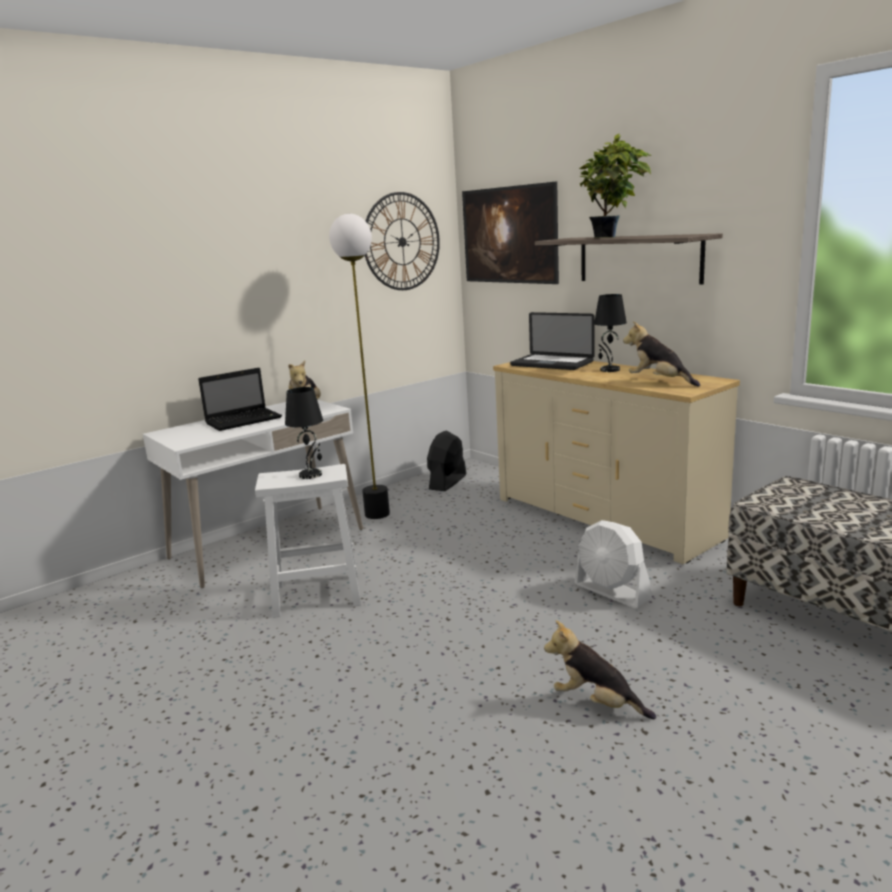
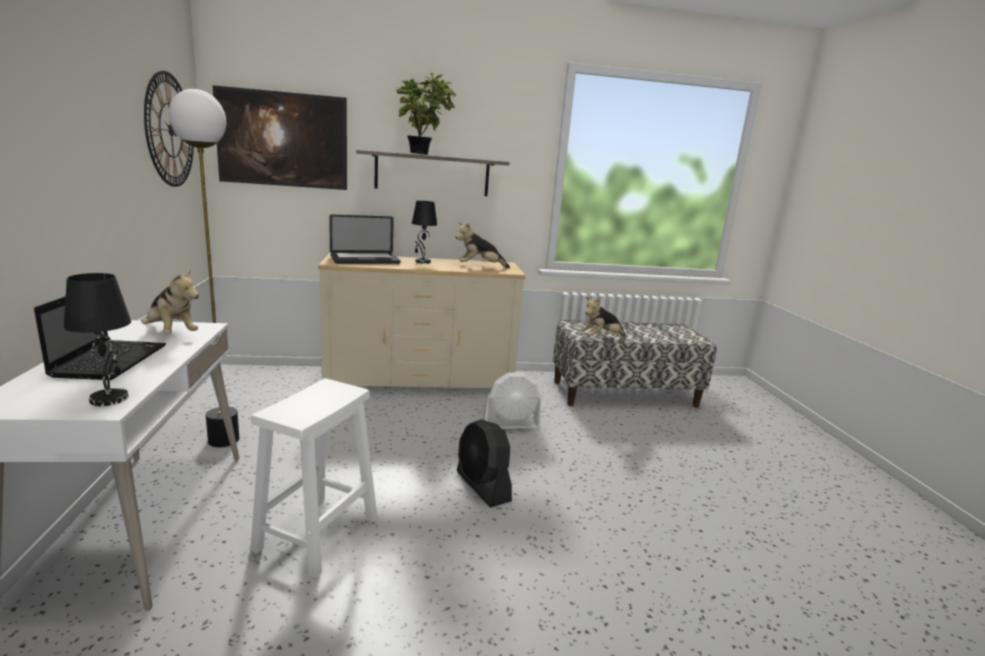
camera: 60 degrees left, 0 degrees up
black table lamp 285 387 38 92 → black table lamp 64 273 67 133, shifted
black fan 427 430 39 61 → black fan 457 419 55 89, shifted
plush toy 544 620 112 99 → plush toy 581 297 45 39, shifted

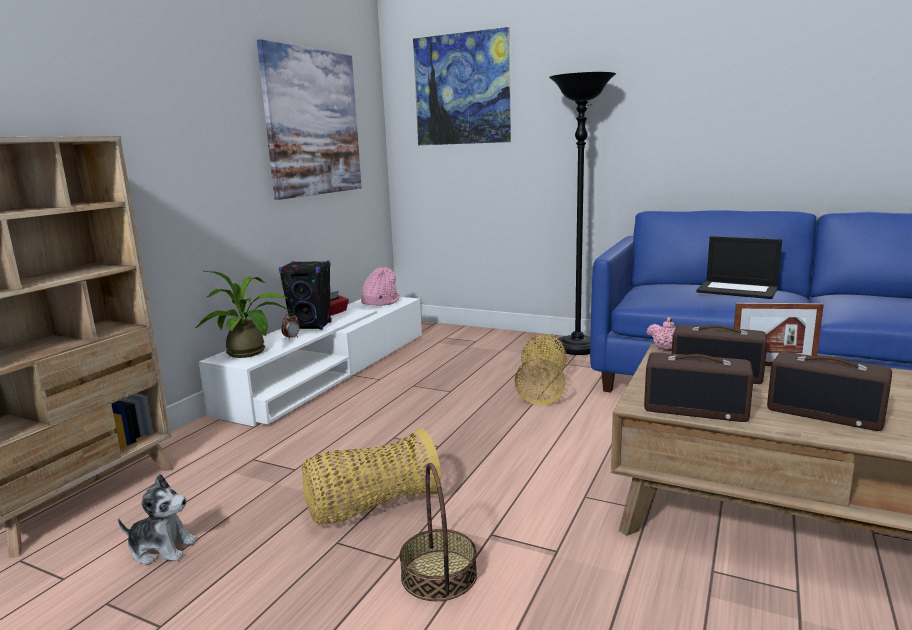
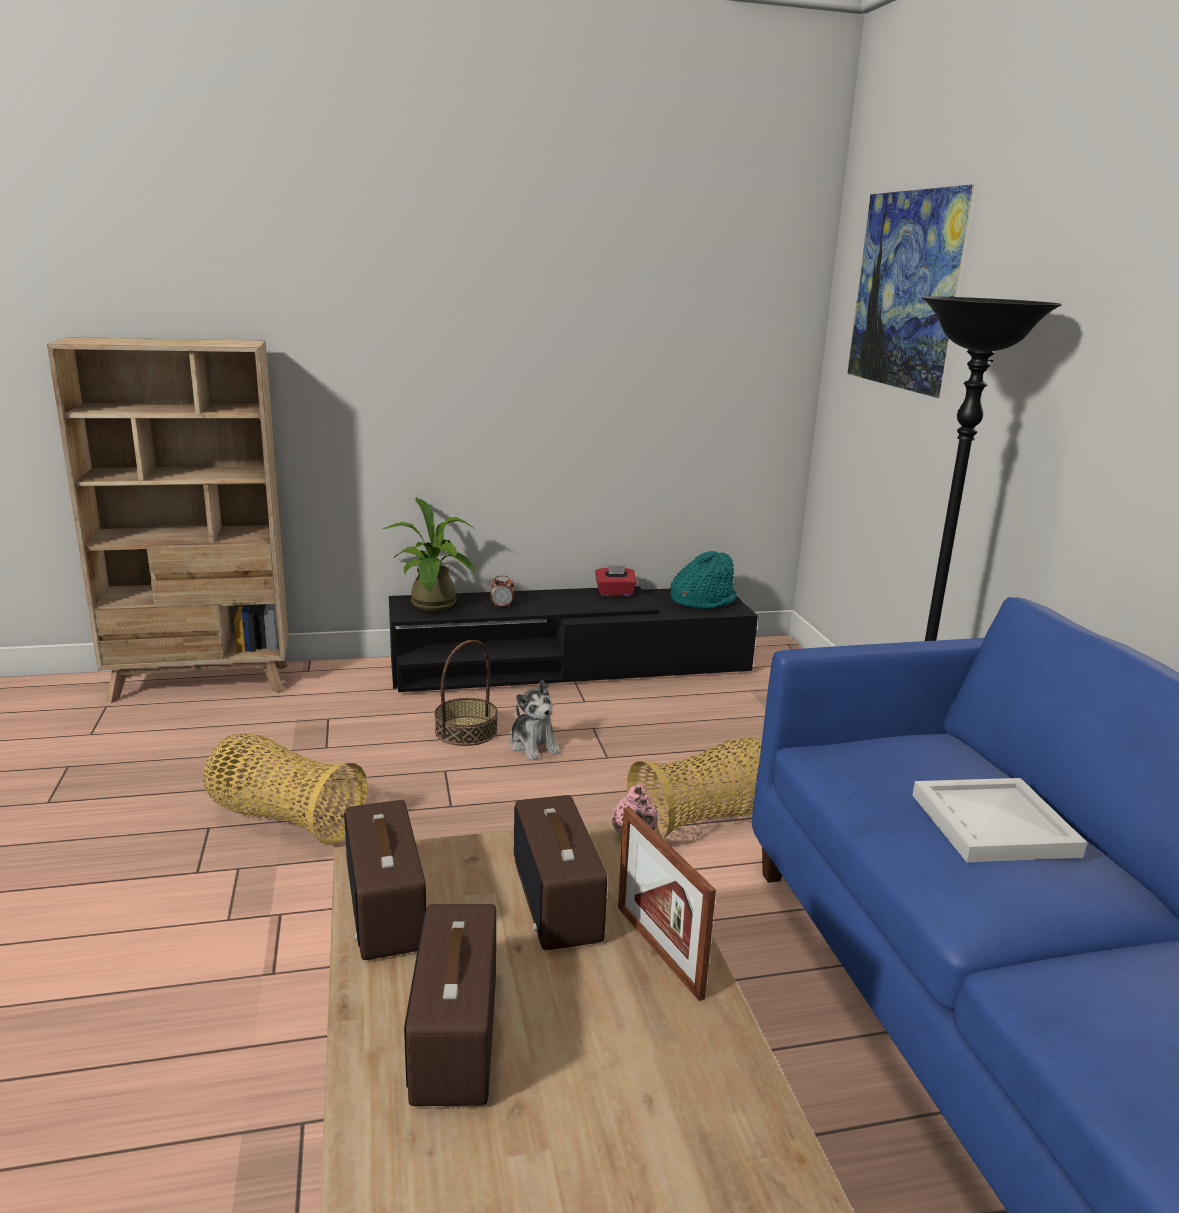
camera: 50 degrees right, 5 degrees up
white tv stand 199 297 223 130 → black tv stand 389 586 369 106
basket 399 463 78 138 → basket 434 640 64 106, shifted
plush toy 118 474 80 91 → plush toy 510 680 51 80, shifted
pink hat 361 267 38 39 → turquoise hat 671 551 66 58
laptop 696 236 86 63 → white tray 912 778 175 84
picture 257 39 105 161 → -
black speaker 279 261 52 69 → -

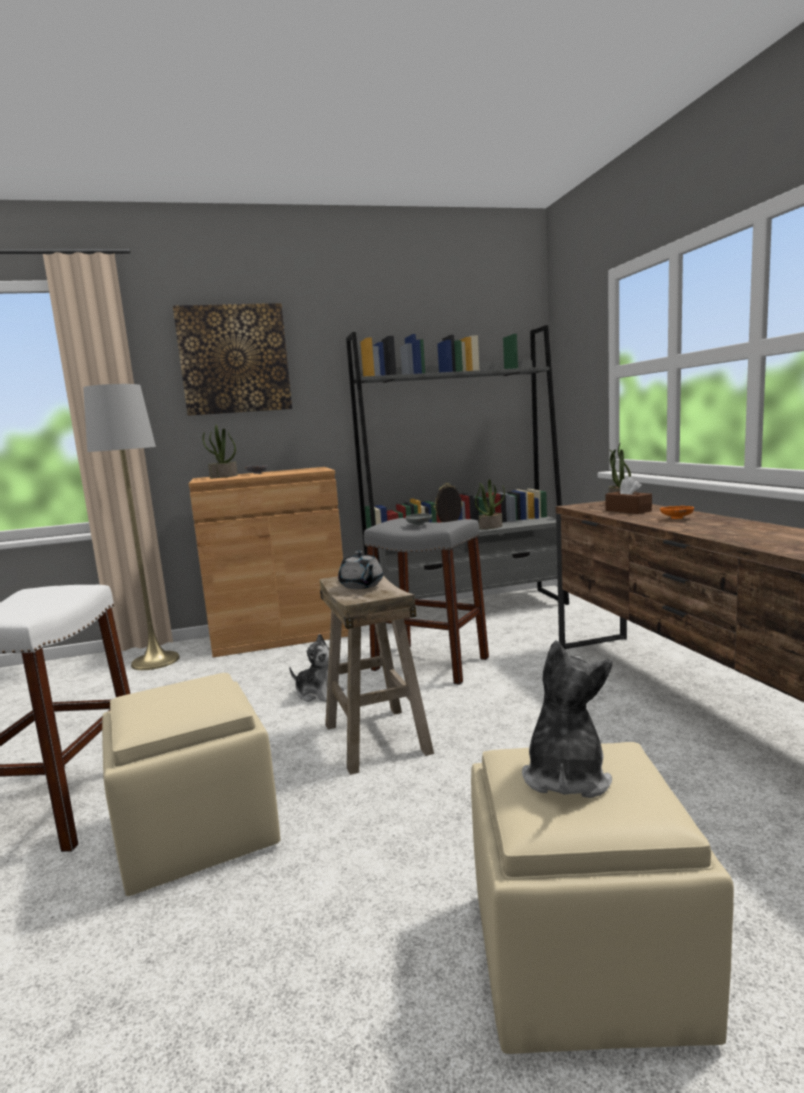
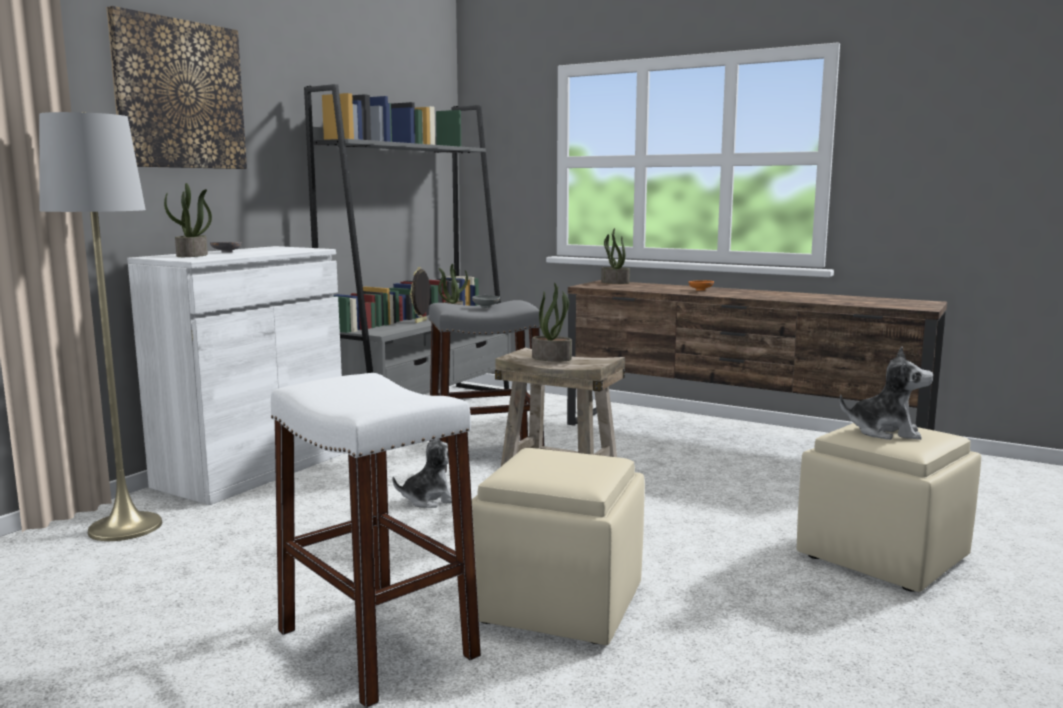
camera: 45 degrees left, 0 degrees up
brown cabinet 189 467 159 191 → white cabinet 127 246 218 259
grey teapot 338 551 45 38 → potted plant 532 282 40 80
plush toy 522 640 90 158 → plush toy 839 346 95 94, 135 degrees clockwise
brown tissue box 605 477 47 37 → -

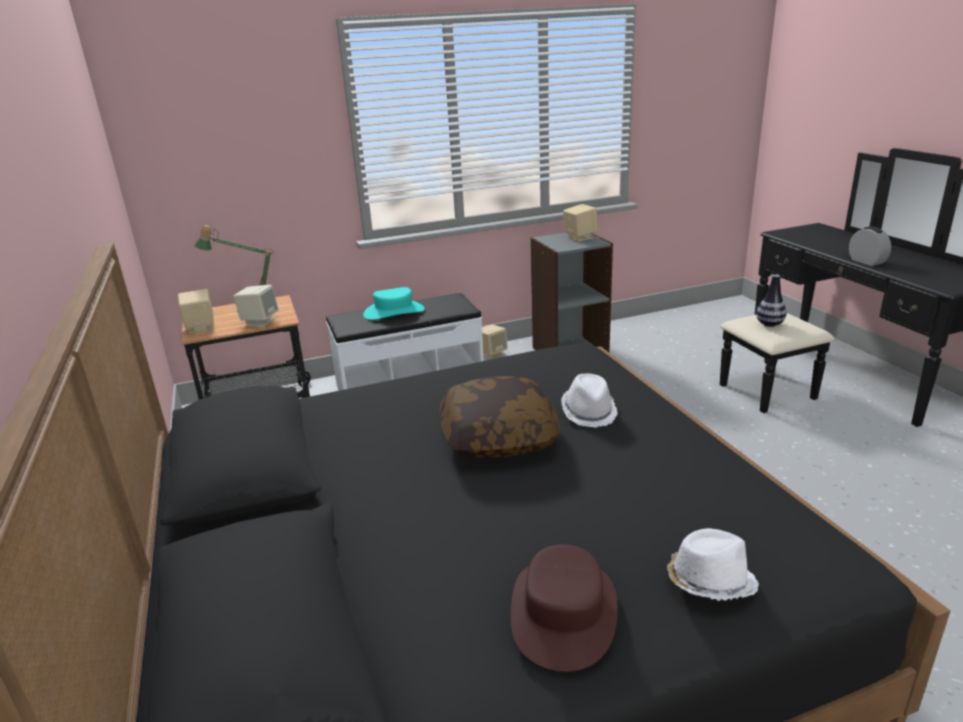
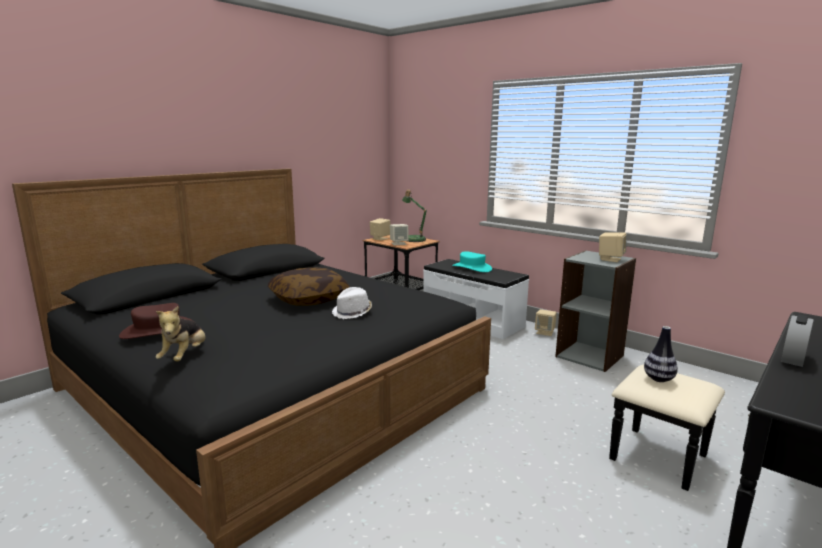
camera: 60 degrees right, 10 degrees down
white hat 667 528 92 73 → plush toy 155 306 51 56

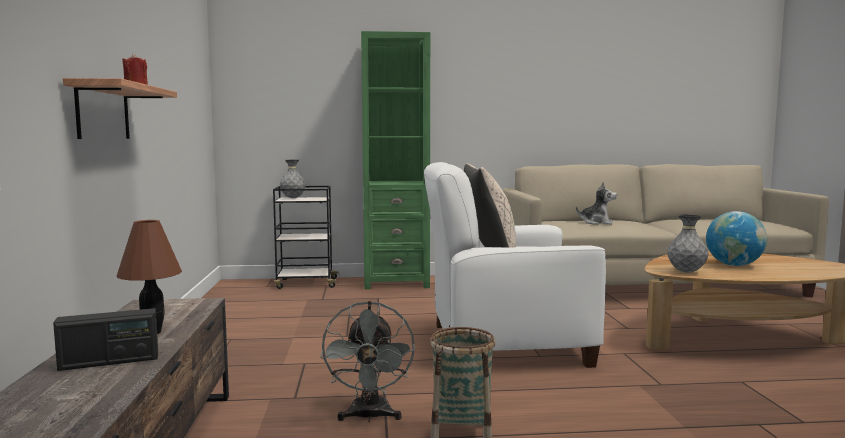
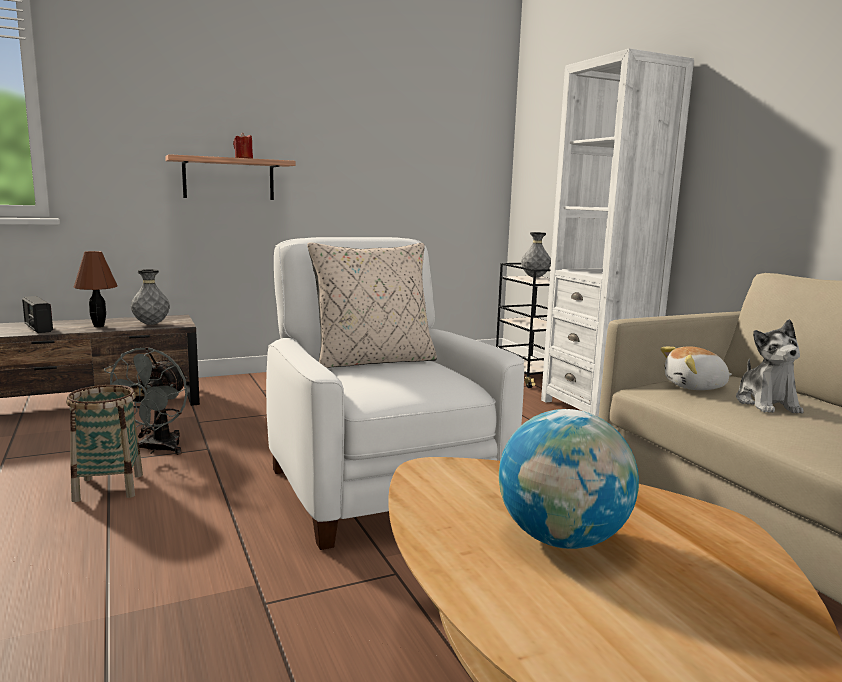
camera: 70 degrees right, 5 degrees up
grey fan 320 301 95 121 → grey fan 104 347 84 108, 60 degrees counterclockwise
grey vase 667 214 42 59 → grey vase 131 269 39 56, shifted
green bookcase 361 31 69 258 → white bookcase 541 49 153 368
- → plush toy 660 346 72 44

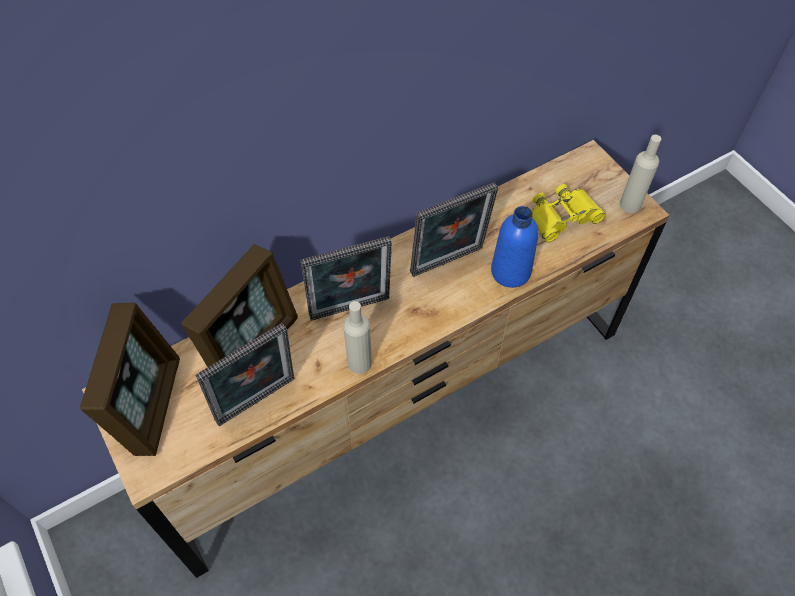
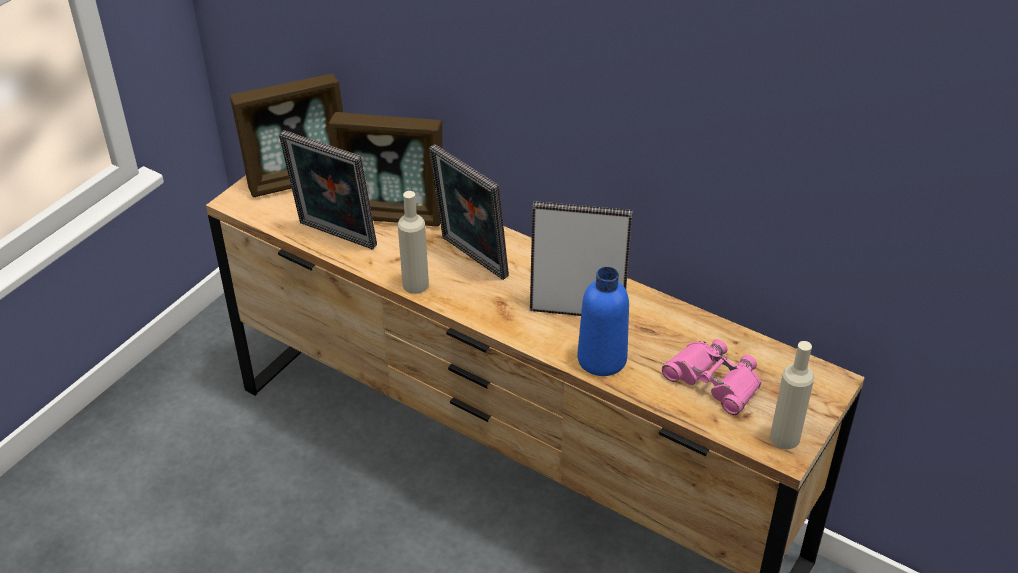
camera: 65 degrees right, 15 degrees down
picture frame 410 182 88 95 → picture frame 530 201 103 115, 150 degrees clockwise
yellow binoculars 532 184 74 59 → pink binoculars 662 339 99 76

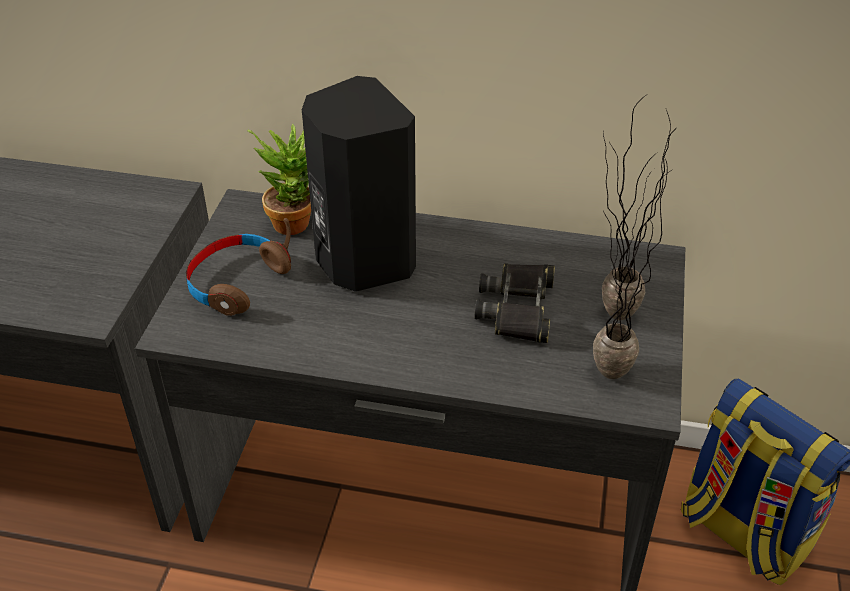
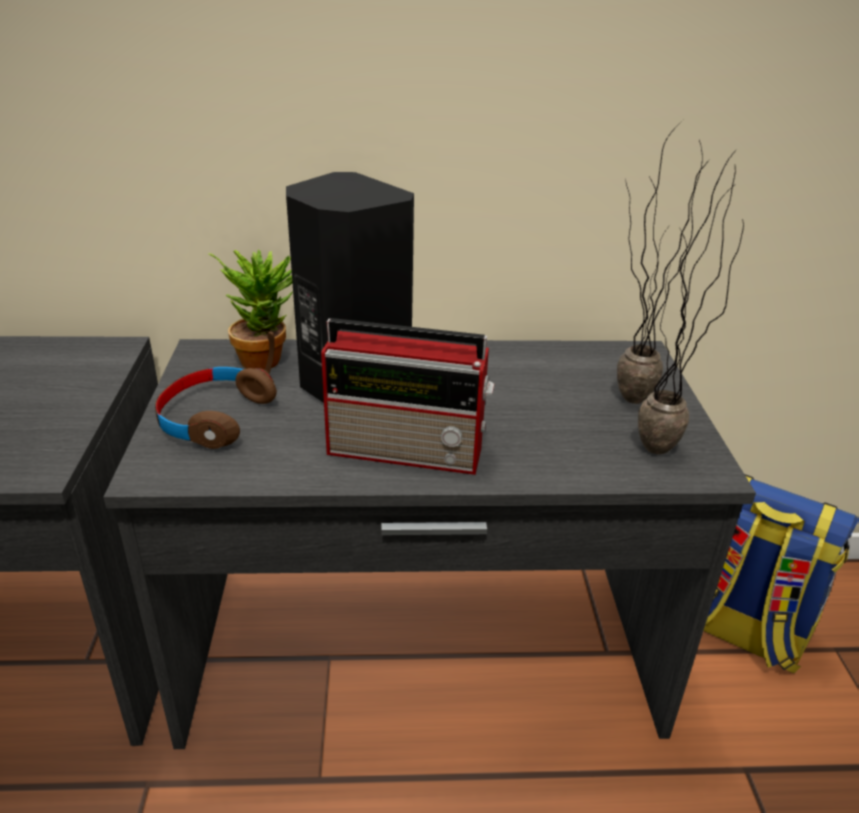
camera: 15 degrees left, 10 degrees down
- → radio 321 318 173 157
black binoculars 474 263 81 80 → -

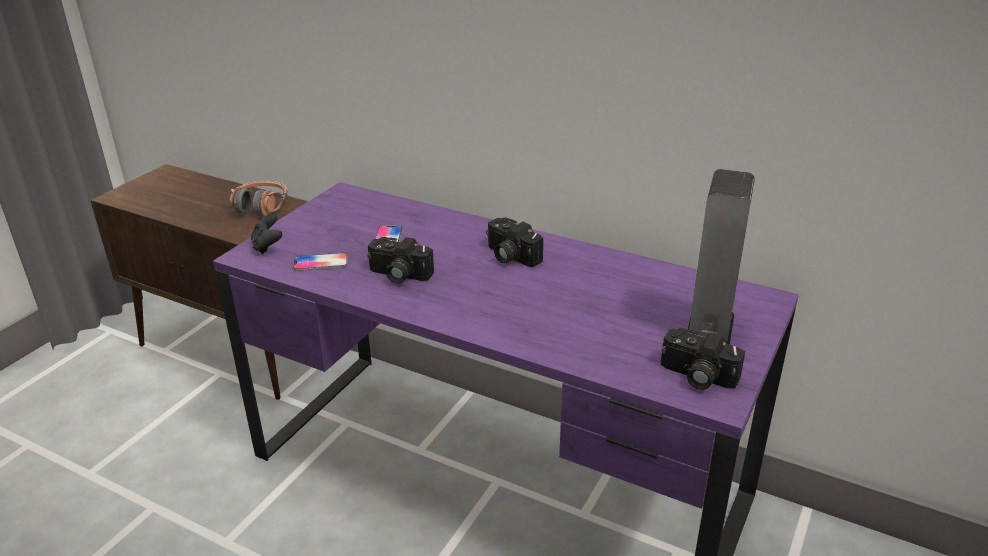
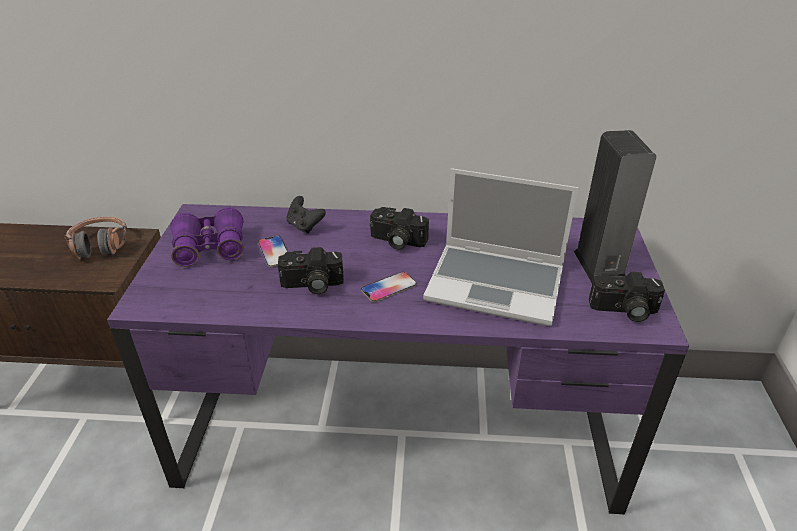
camera: 25 degrees left, 5 degrees up
- → purple binoculars 171 207 73 60
black game controller 251 213 31 41 → black game controller 286 196 40 38, shifted
phone 293 253 55 17 → phone 361 272 55 30, shifted
- → laptop 423 168 155 158

